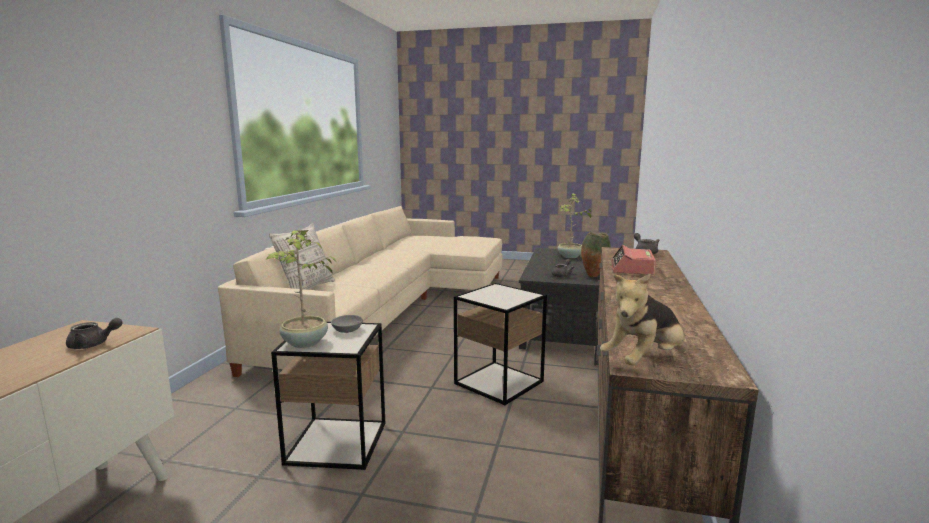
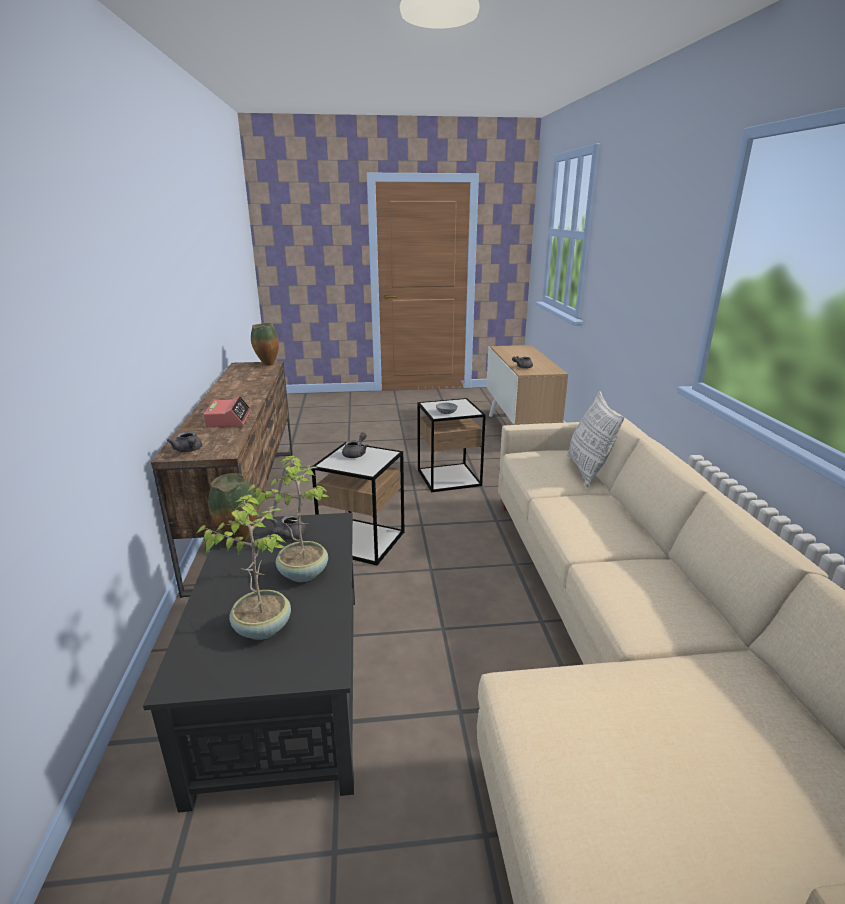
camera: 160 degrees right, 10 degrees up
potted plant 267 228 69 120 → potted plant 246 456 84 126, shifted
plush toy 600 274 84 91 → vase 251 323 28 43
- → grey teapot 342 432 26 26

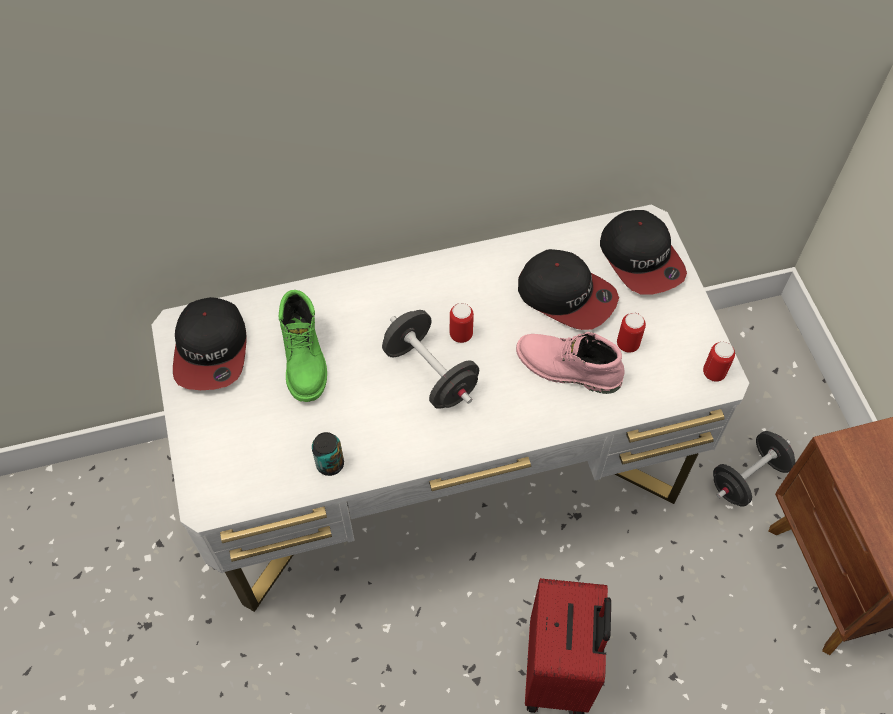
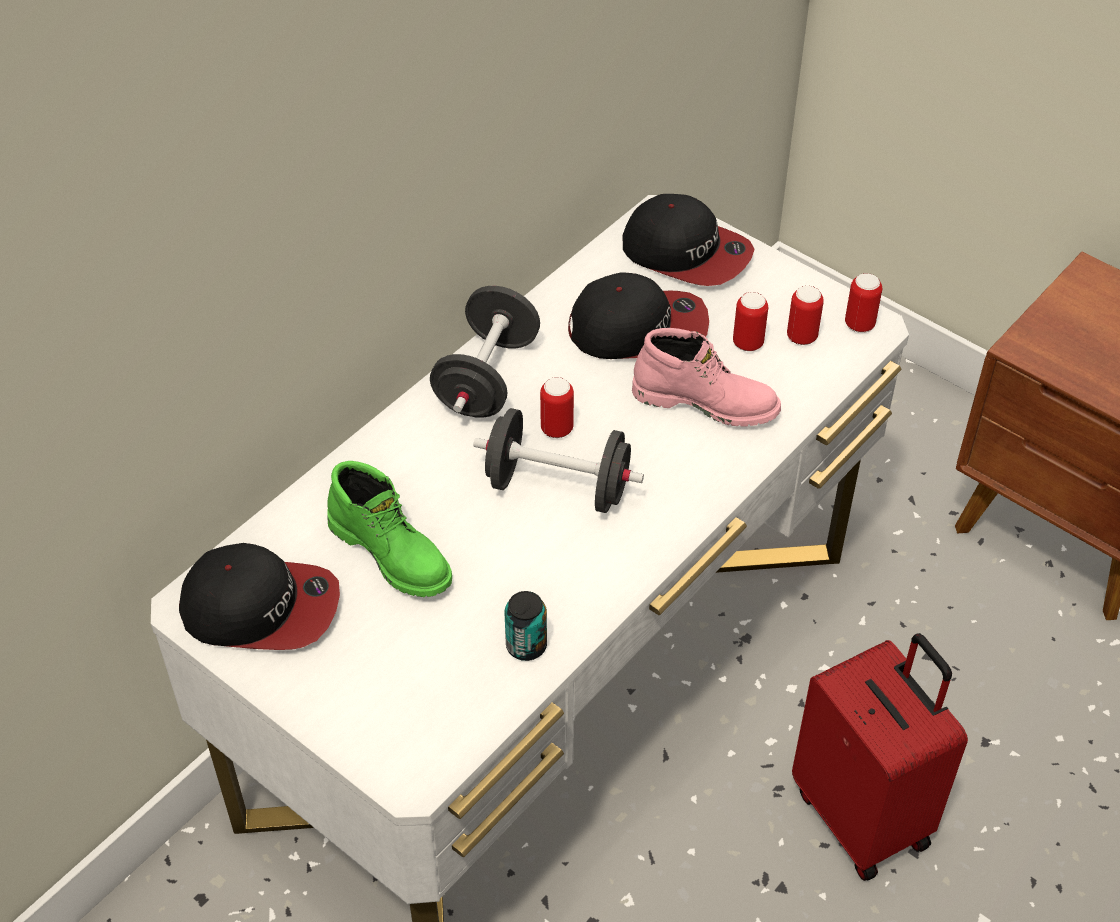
camera: 35 degrees left, 10 degrees down
cap 173 297 74 93 → cap 179 543 161 107, 45 degrees counterclockwise
black dumbbell 713 431 83 76 → black dumbbell 430 286 110 132, shifted
pink boot 516 332 109 62 → pink boot 632 328 149 99, 150 degrees counterclockwise
- → can 787 286 37 59

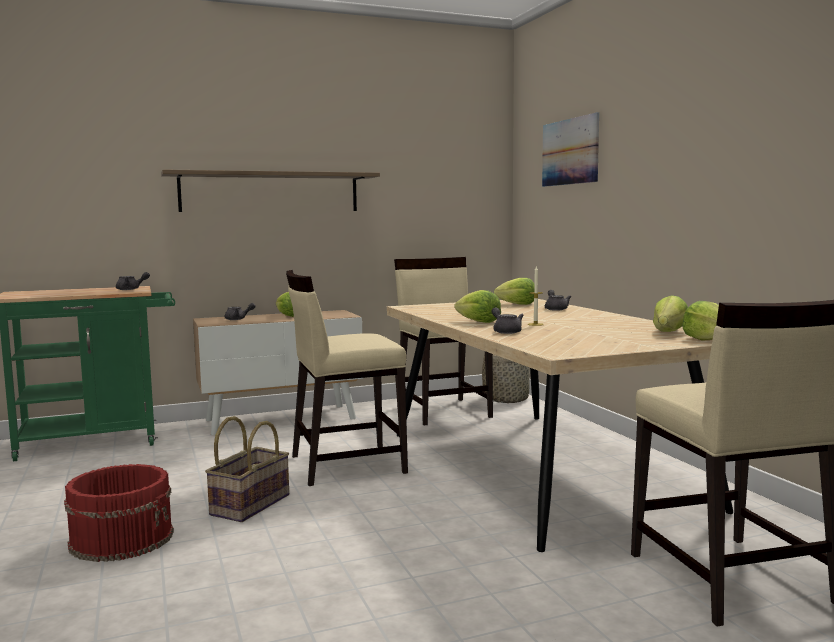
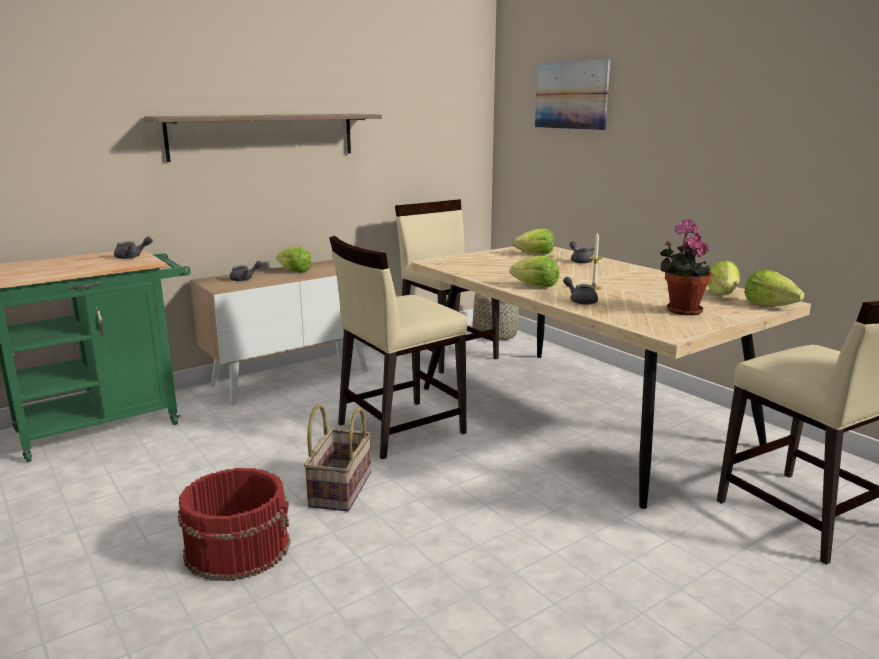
camera: 15 degrees left, 10 degrees up
- → potted plant 660 219 52 96

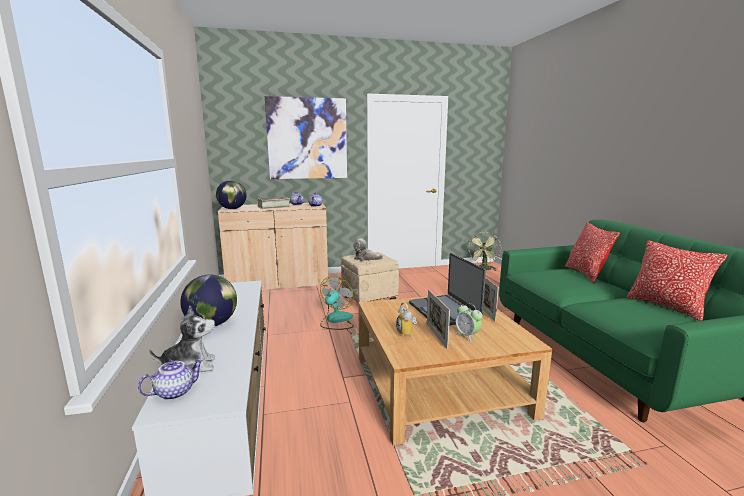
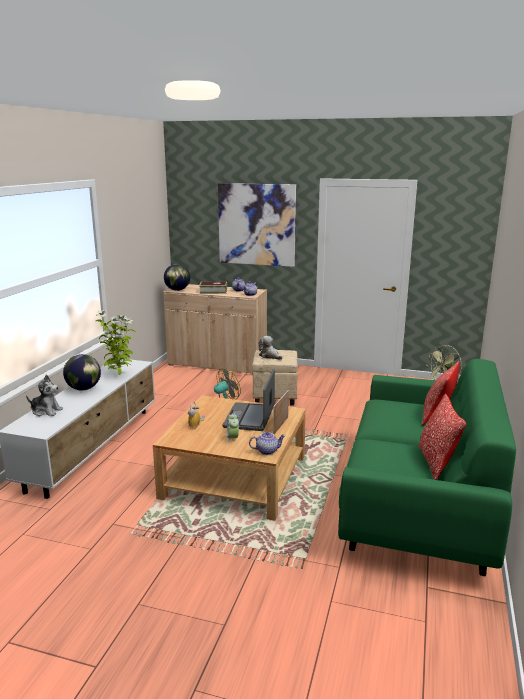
camera: 30 degrees right, 5 degrees up
- → potted plant 96 310 40 65
teapot 138 358 66 42 → teapot 249 432 36 23, shifted
picture frame 427 289 23 60 → -

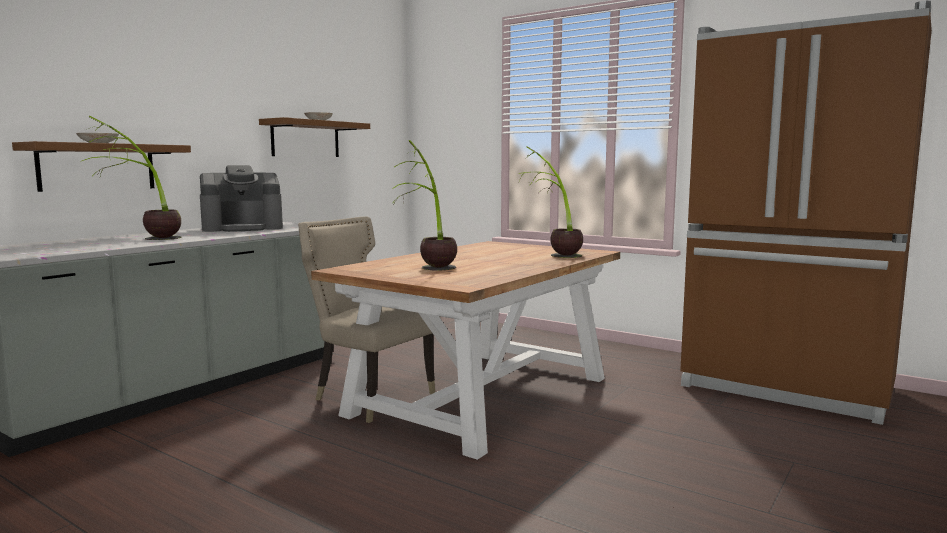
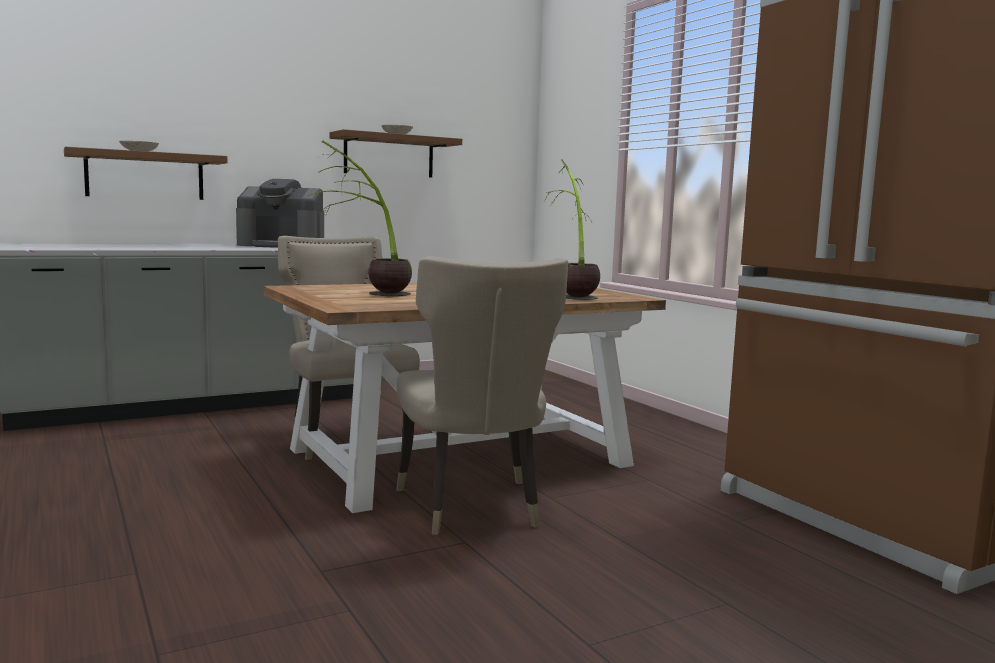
camera: 25 degrees right, 0 degrees up
- → beige chair 396 256 172 279
potted plant 82 116 99 124 → -

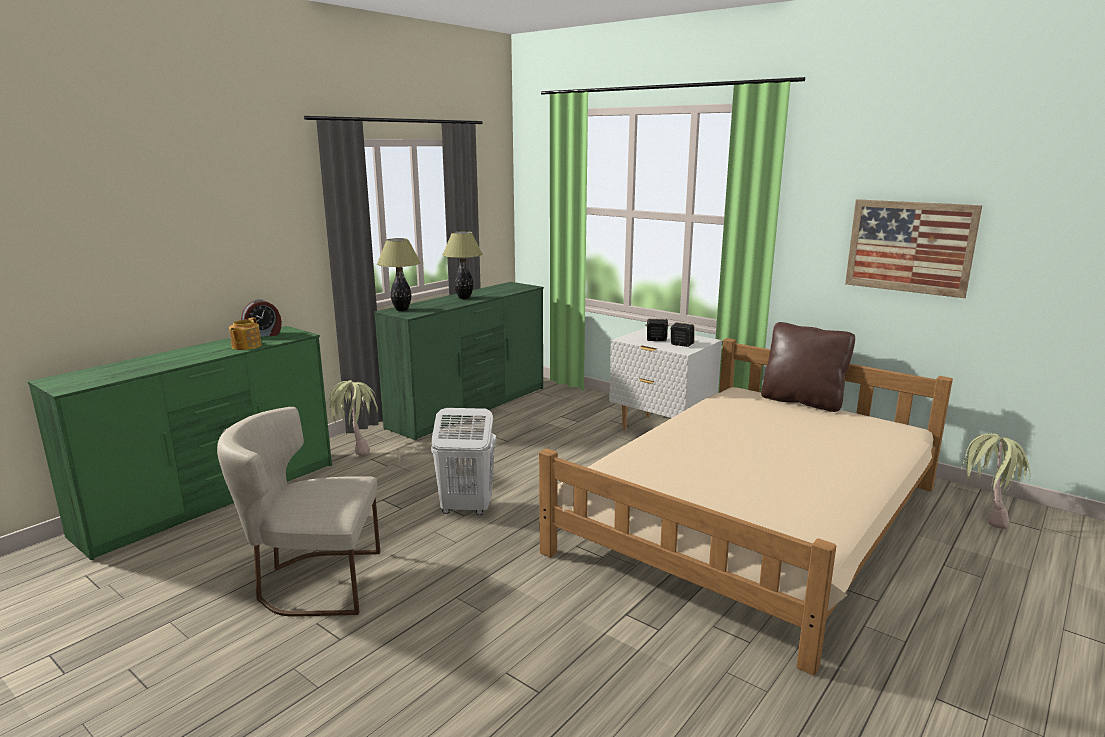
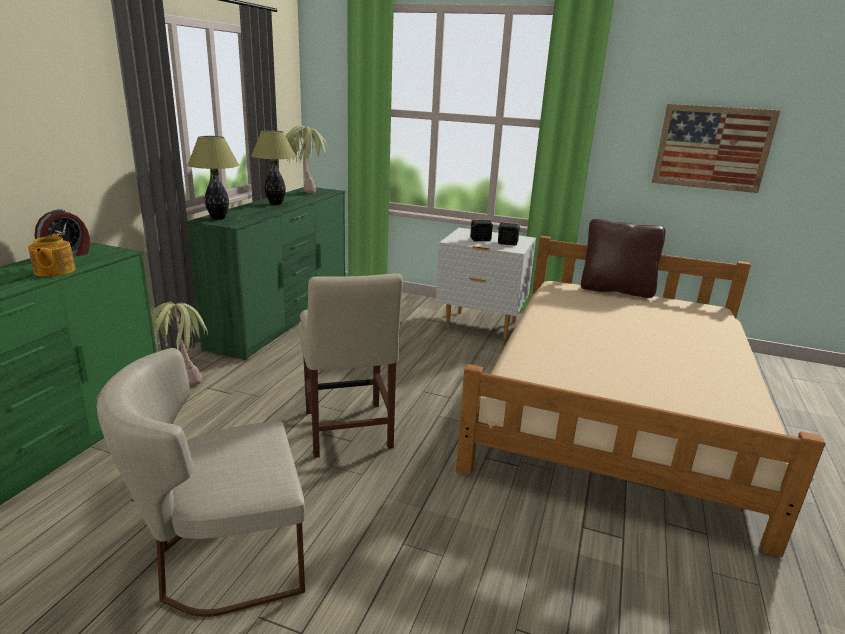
camera: 20 degrees left, 5 degrees up
potted plant 961 433 70 96 → potted plant 286 126 41 67, shifted
white laundry basket 431 408 65 107 → beige chair 299 273 104 185

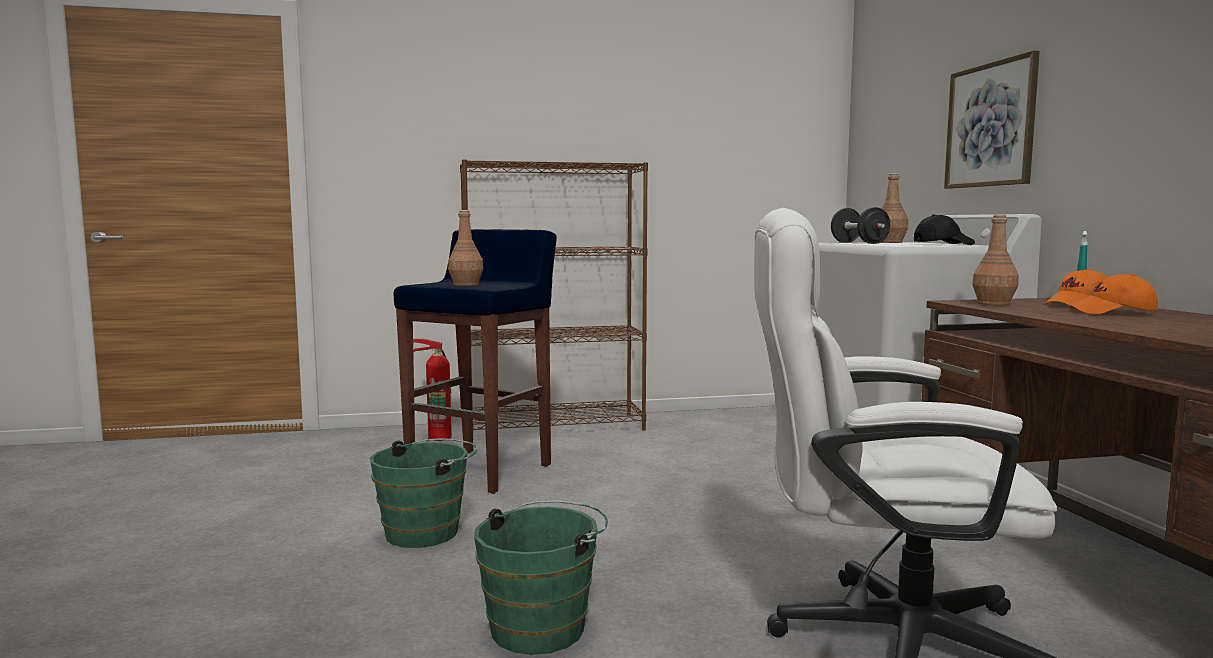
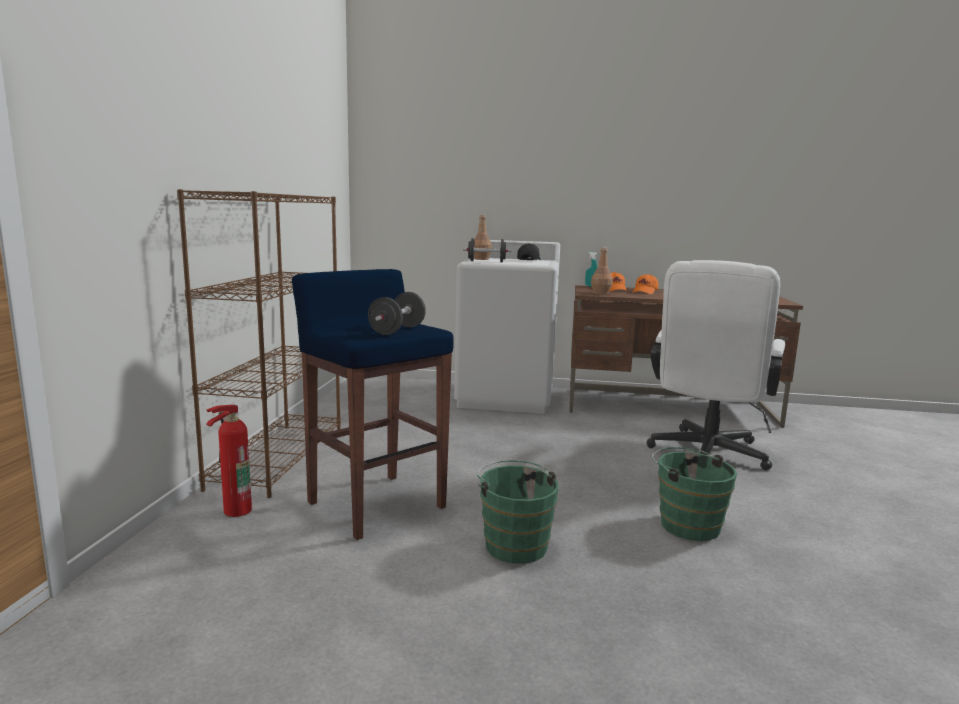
camera: 70 degrees left, 5 degrees up
brown bottle 448 210 35 76 → black dumbbell 368 292 58 43
picture 944 50 96 139 → -

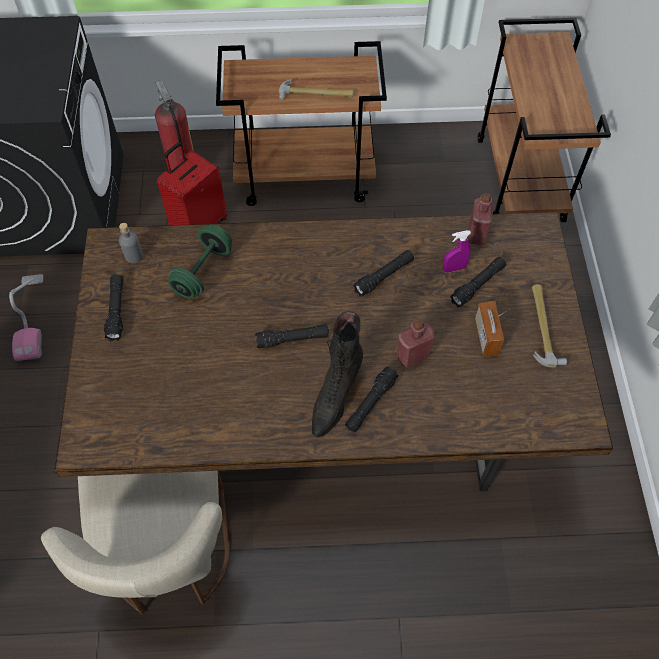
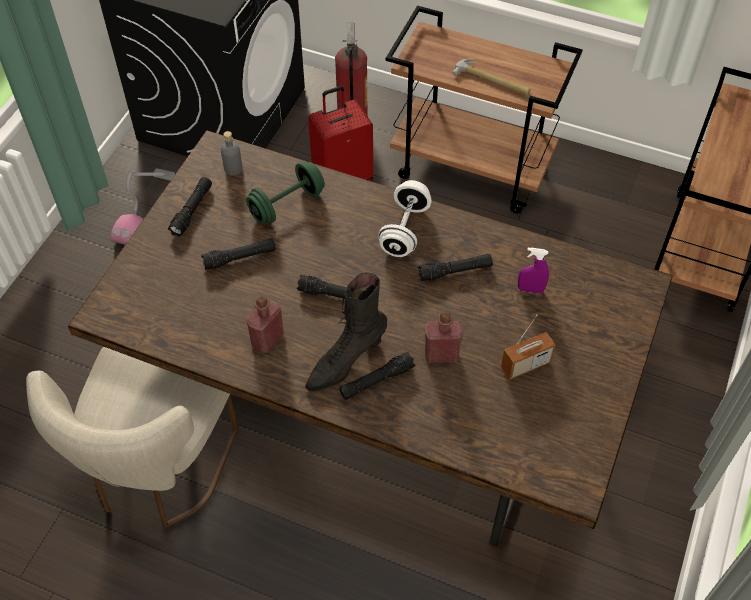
camera: 25 degrees right, 5 degrees down
black flashlight 450 257 56 50 → black flashlight 201 238 75 32, shifted
red bottle 468 193 25 52 → red bottle 246 296 38 57, shifted
- → white dumbbell 378 180 54 77
radio 475 301 35 55 → radio 501 314 54 66, 135 degrees counterclockwise
hammer 532 284 35 84 → -

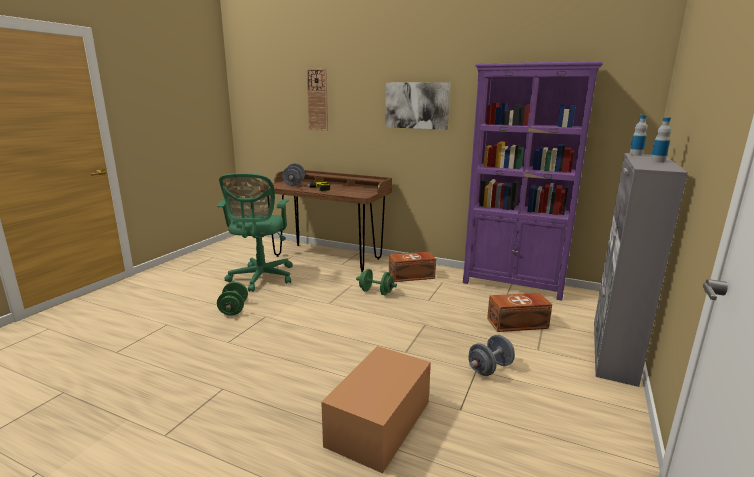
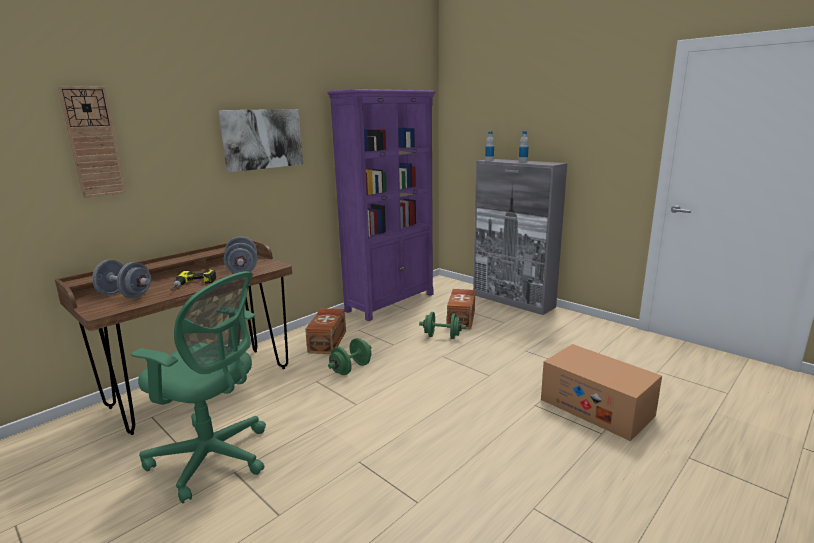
camera: 70 degrees left, 0 degrees up
grey dumbbell 468 335 47 41 → grey dumbbell 224 236 34 37, shifted
green dumbbell 217 282 31 34 → green dumbbell 419 312 47 27, shifted

